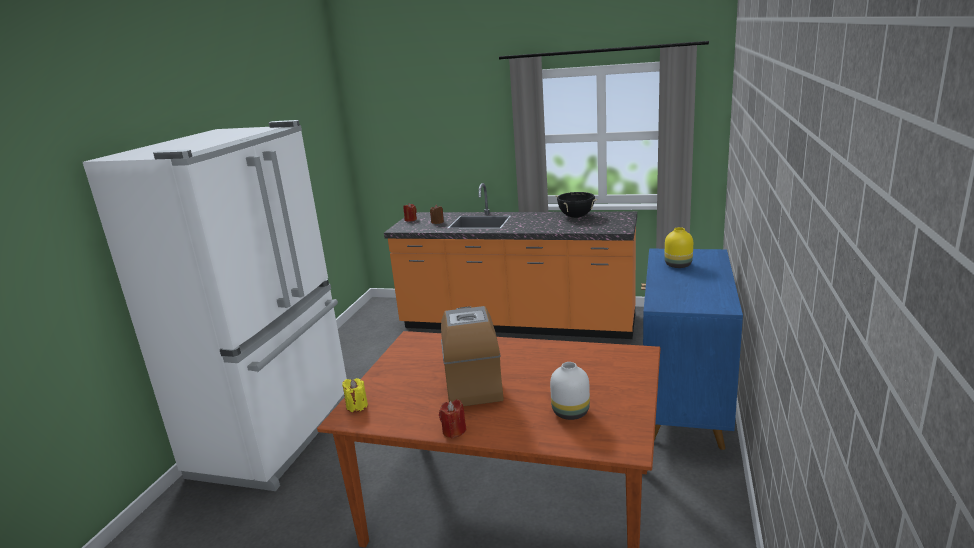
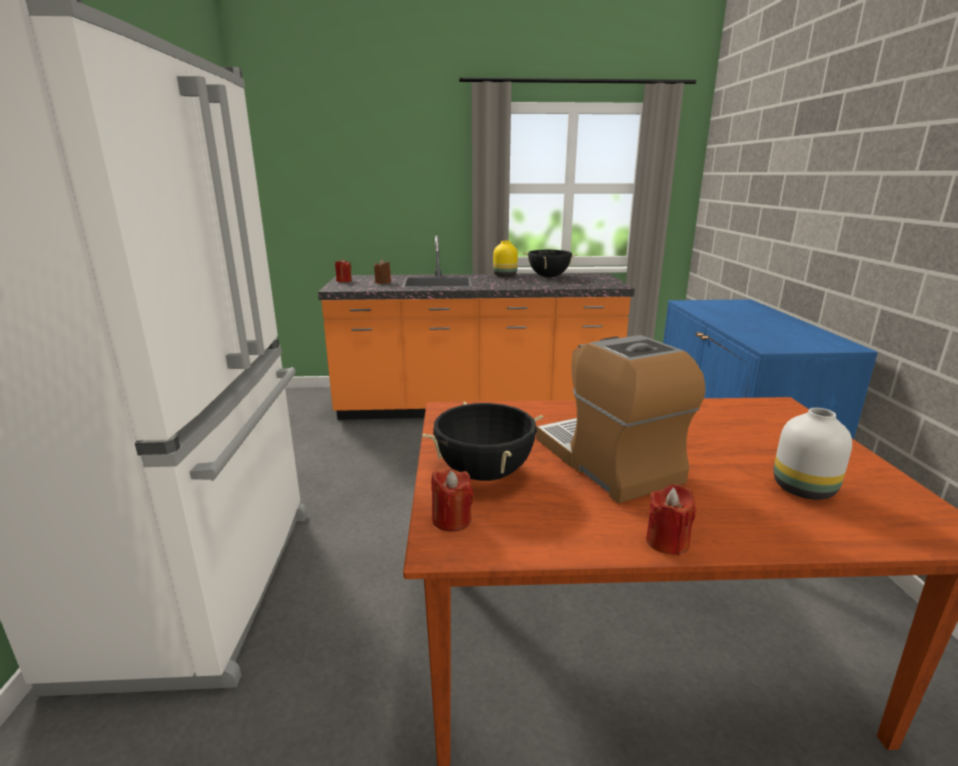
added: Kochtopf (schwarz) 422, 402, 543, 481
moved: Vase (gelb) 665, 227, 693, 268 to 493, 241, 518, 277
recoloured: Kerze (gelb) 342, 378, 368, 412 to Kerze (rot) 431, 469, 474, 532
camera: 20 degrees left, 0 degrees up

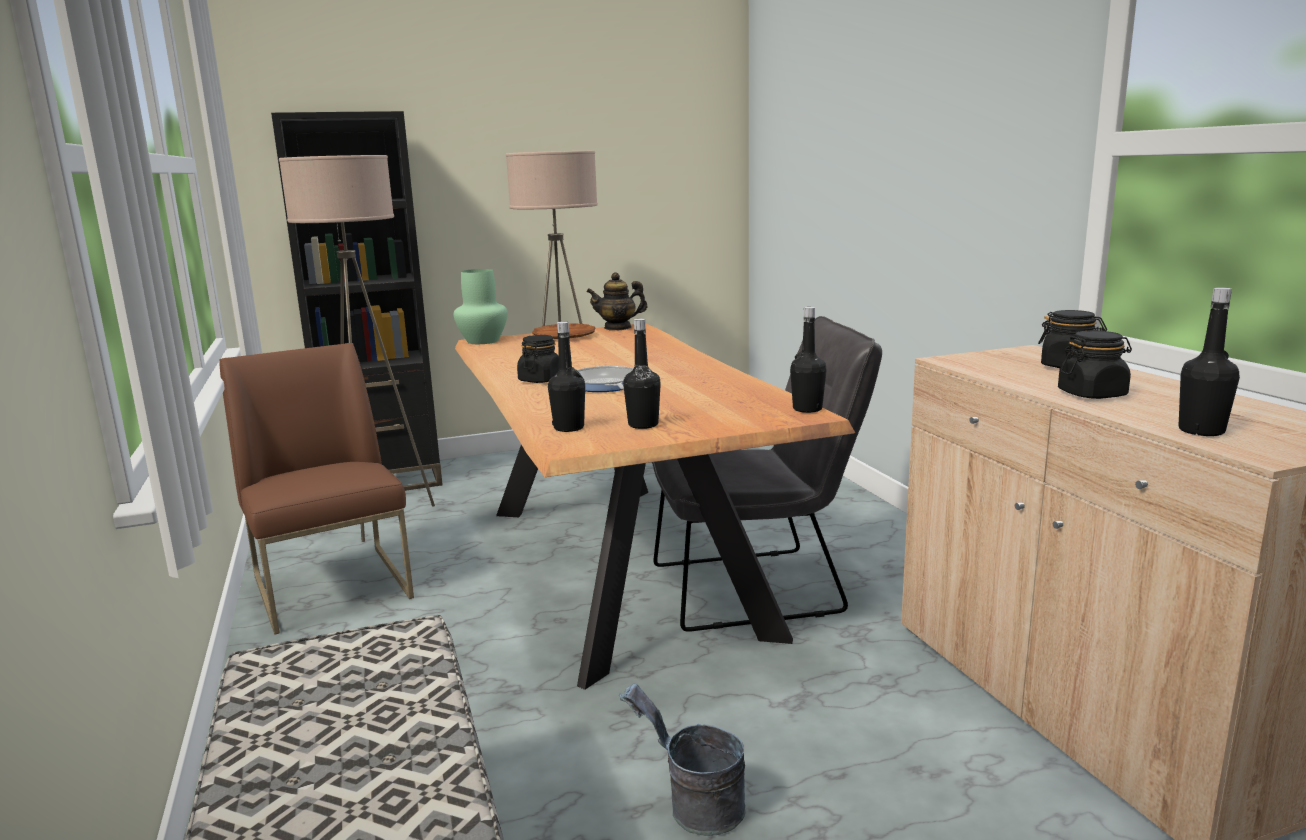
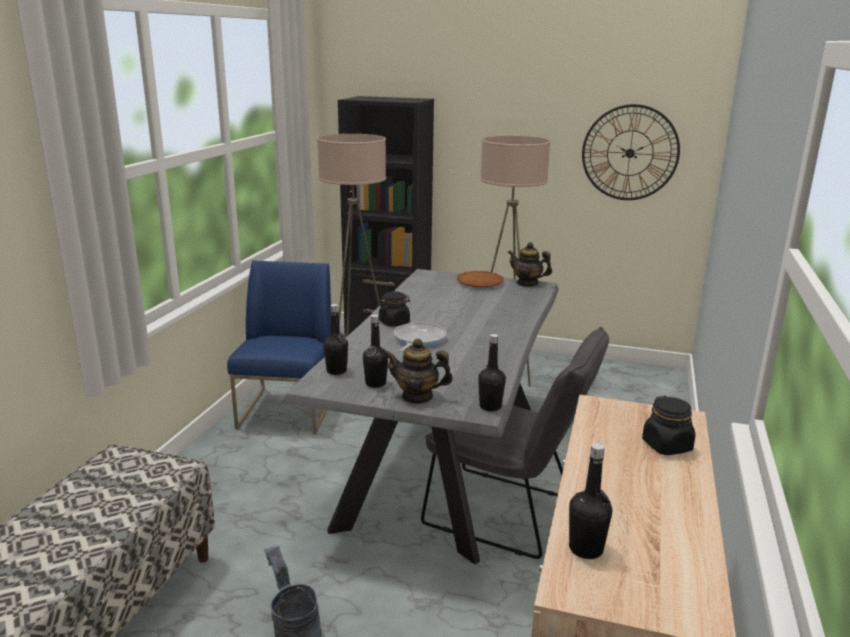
removed: Vase (grün) 454, 269, 508, 344; Vorratsglas (schwarz) 1058, 331, 1132, 399
added: Teekanne 384, 339, 453, 404; Wanduhr 582, 104, 680, 200
recoloured: Stuhl (braun) 219, 343, 414, 635 to Stuhl (blau) 227, 261, 331, 434; Esstisch (braun) 455, 324, 855, 690 to Esstisch (grau) 281, 269, 559, 564
camera: 35 degrees right, 5 degrees up

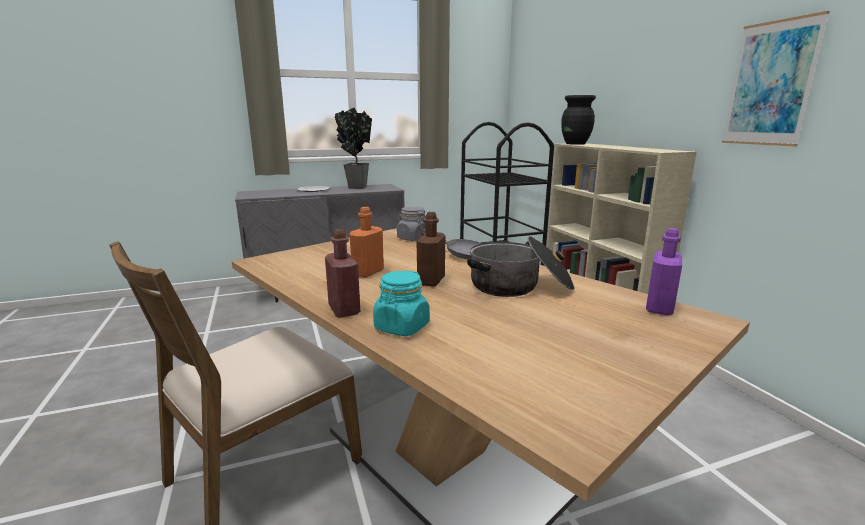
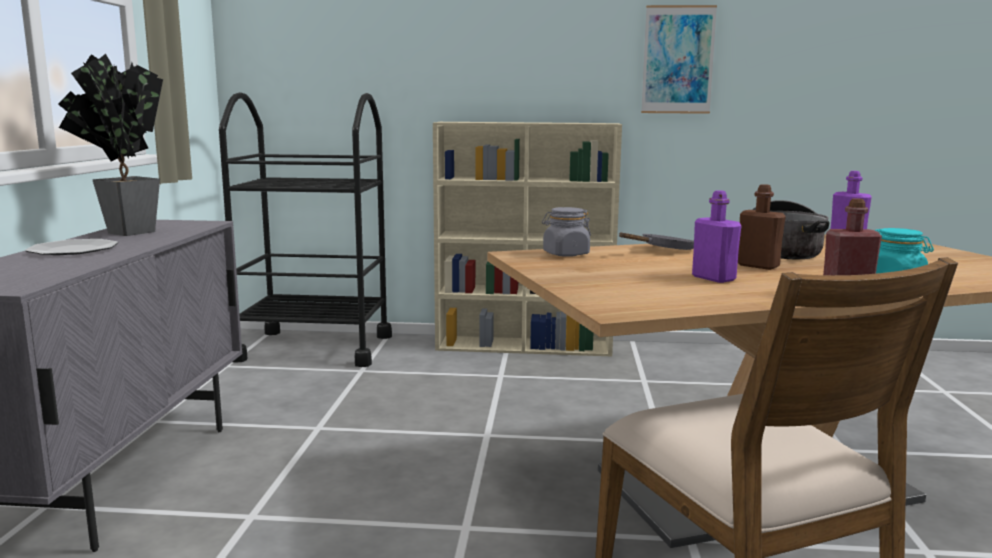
removed: Vase (schwarz) 561, 95, 596, 145
recoloured: Flasche (orange) 349, 207, 384, 277 to Flasche (lila) 692, 190, 742, 283
camera: 65 degrees left, 5 degrees down

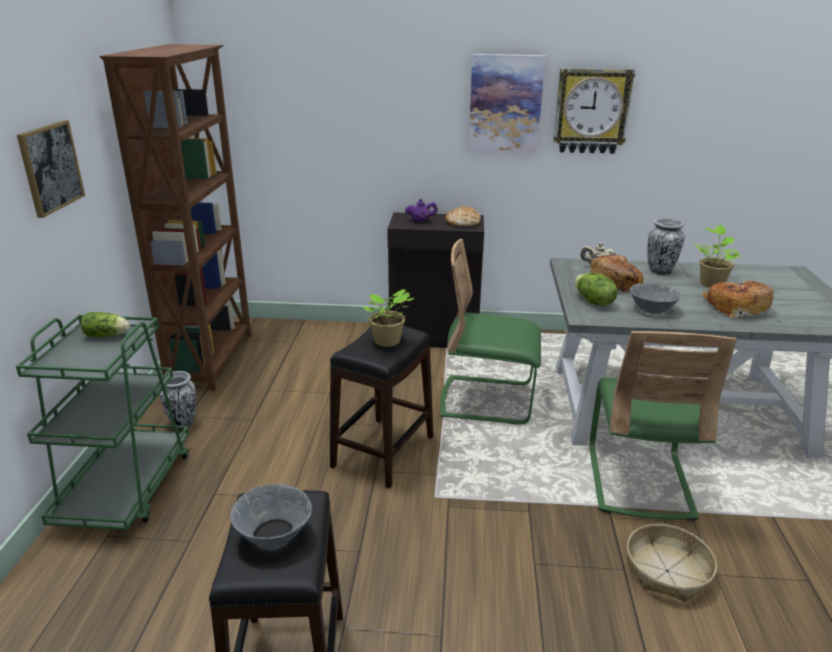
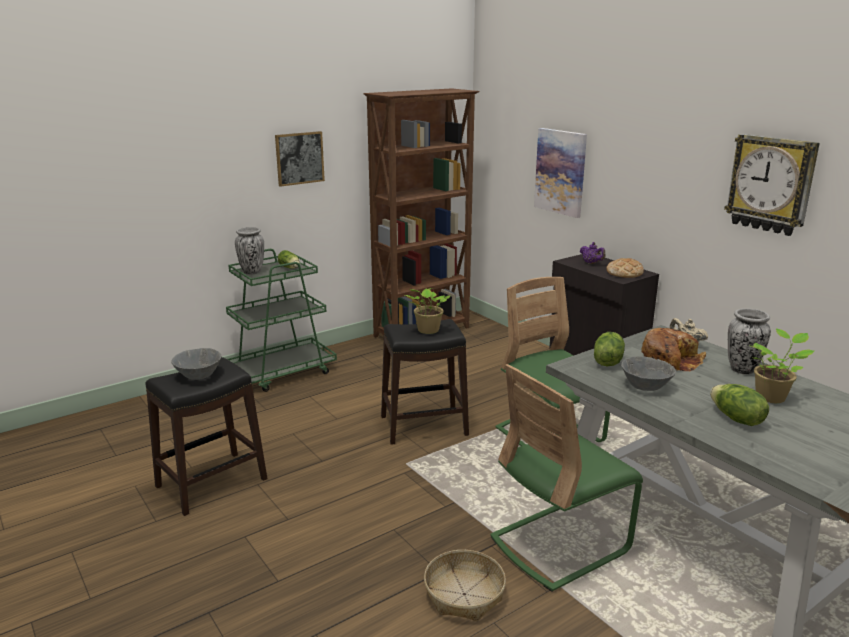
moved: Vase 159, 371, 196, 429 to 235, 227, 264, 275; Bild 468, 54, 545, 153 to 534, 128, 587, 218
replaced: Brot 702, 280, 774, 318 to Salatkopf 710, 384, 769, 426
camera: 50 degrees right, 5 degrees down

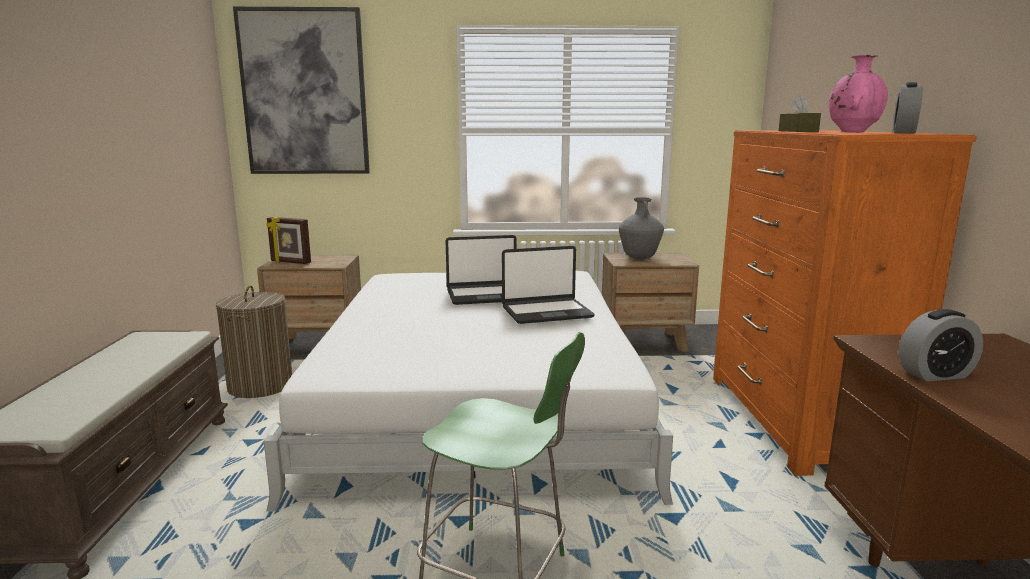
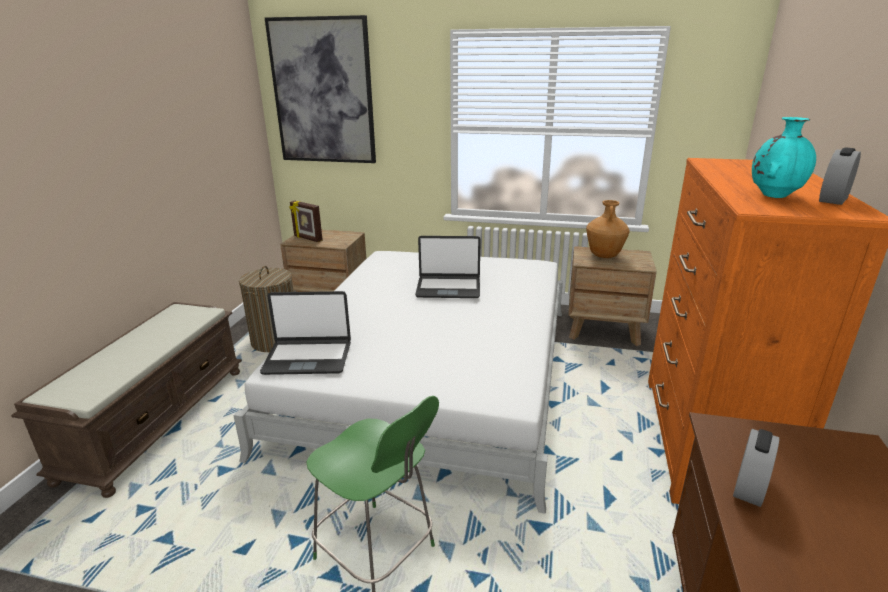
removed: Taschentuchbox (braun) 779, 96, 821, 132
moved: Laptop 502, 246, 595, 324 to 260, 291, 351, 375
recoloured: Vase (grau) 619, 197, 664, 259 to Vase (braun) 586, 200, 630, 258; Vase (rosa) 829, 55, 888, 133 to Vase (türkis) 752, 117, 816, 198
turned: Wecker 899, 309, 983, 381 = 733, 429, 779, 507 60 degrees counterclockwise
camera: 15 degrees right, 10 degrees up

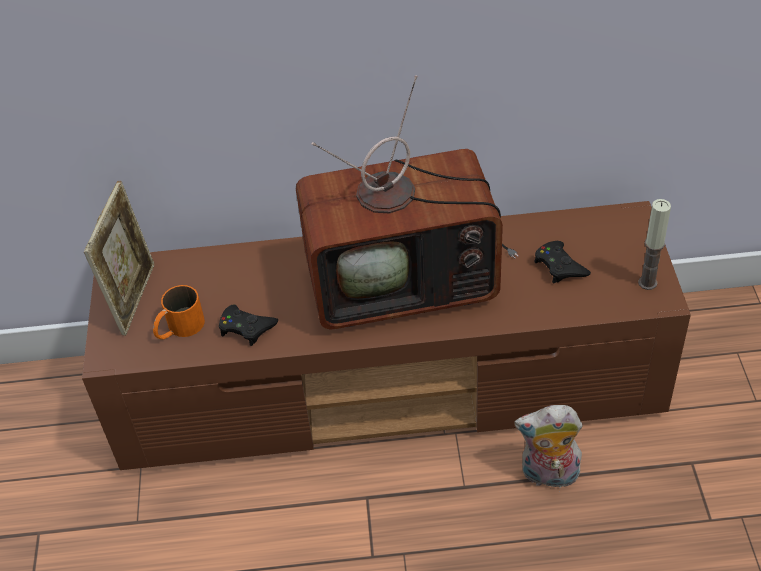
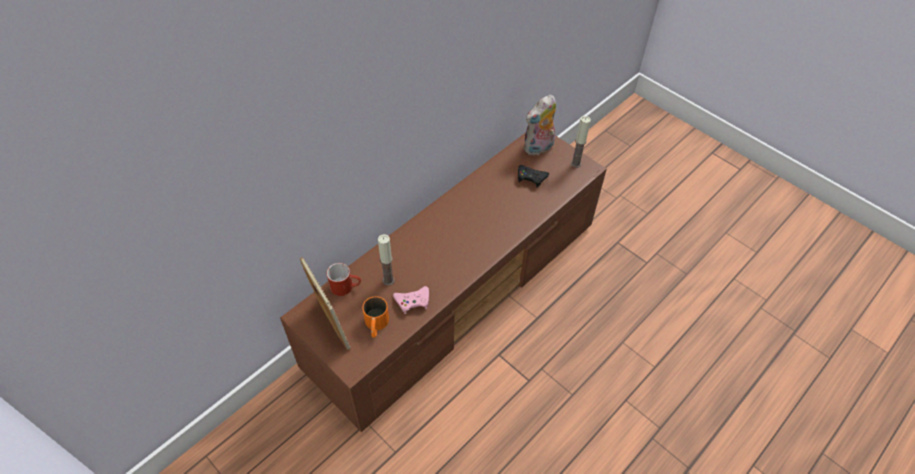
removed: Fernseher 296, 75, 519, 329
added: Henkelbecher (rot) 327, 263, 361, 296; Kerze 378, 234, 395, 286
moved: Plüschtier 514, 405, 583, 492 to 524, 95, 556, 156
recoloured: Gamepad (schwarz) 219, 304, 278, 346 to Gamepad (rosa) 393, 286, 429, 314
camera: 45 degrees left, 5 degrees up

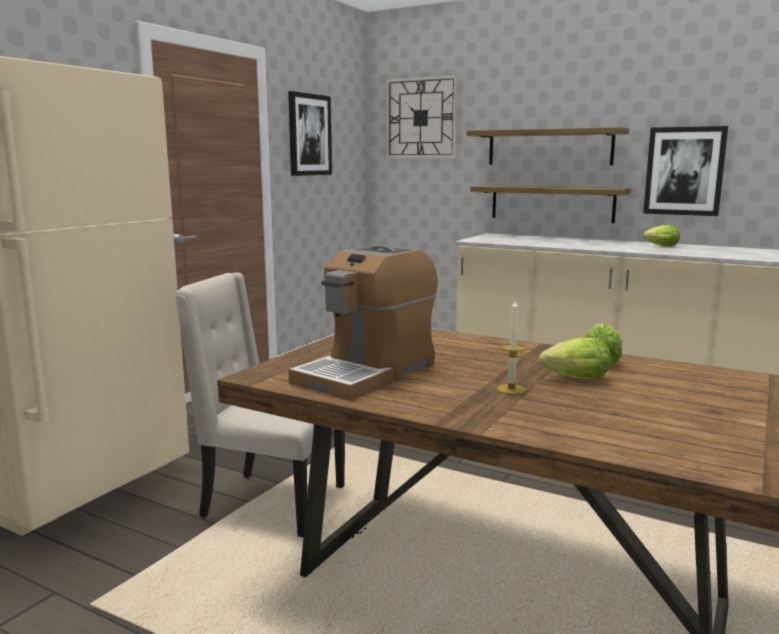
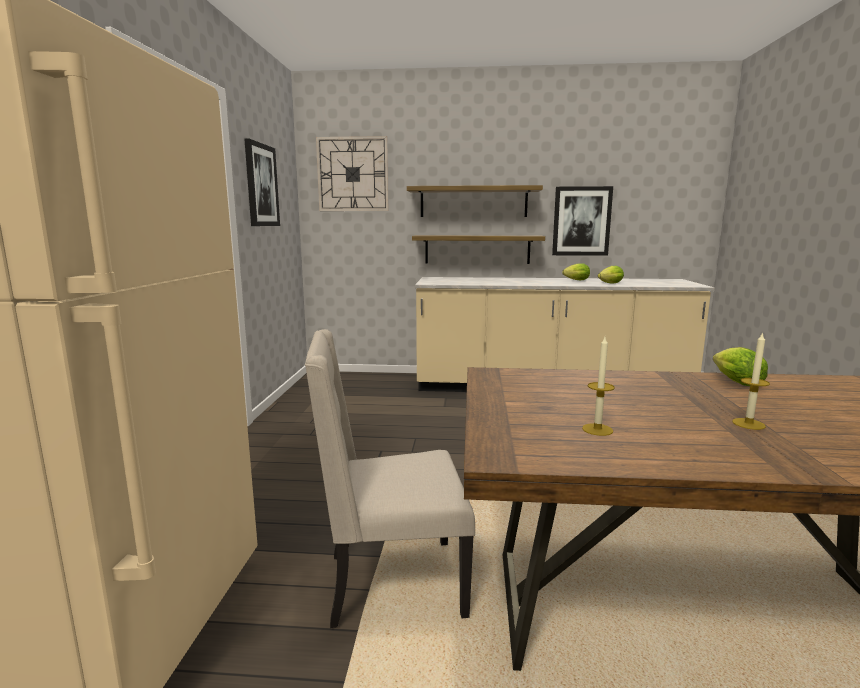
moved: Salatkopf 539, 337, 611, 379 to 598, 266, 624, 284
replaced: Kaffeemaschine 288, 245, 438, 401 to Kerze 582, 337, 615, 436
camera: 25 degrees left, 0 degrees up

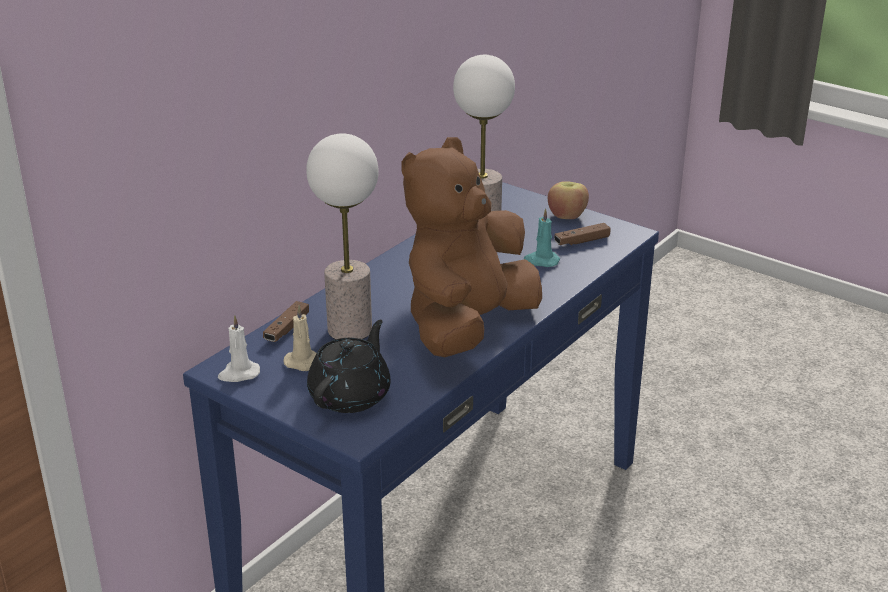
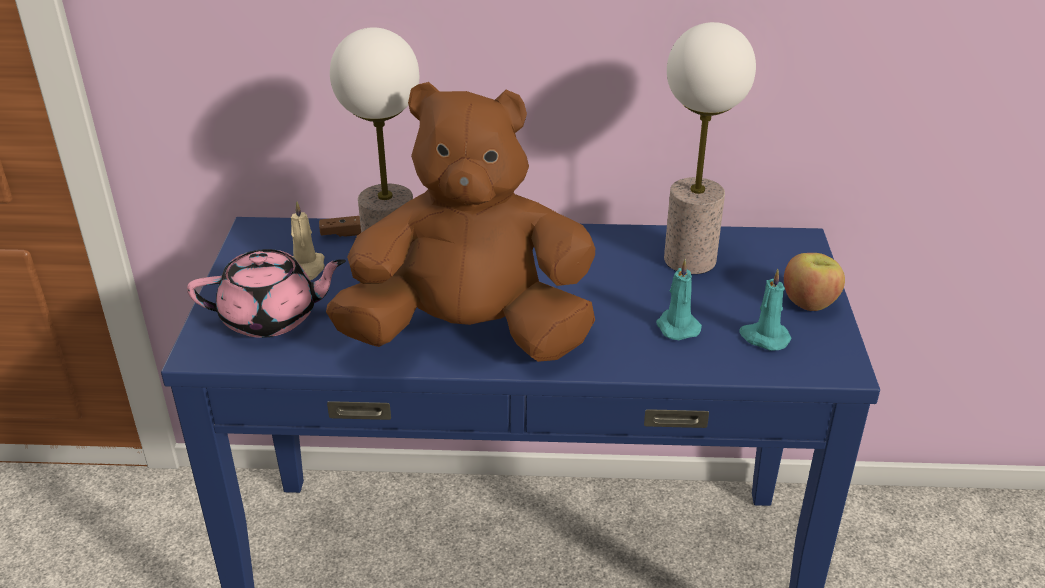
removed: Kerze (weiß) 218, 315, 260, 382
replaced: Gamepad (braun) 554, 223, 611, 245 to Kerze (türkis) 739, 269, 792, 351
recoloured: Teekanne (schwarz) 307, 320, 391, 413 to Teekanne (rosa) 187, 249, 346, 338
camera: 55 degrees right, 5 degrees up

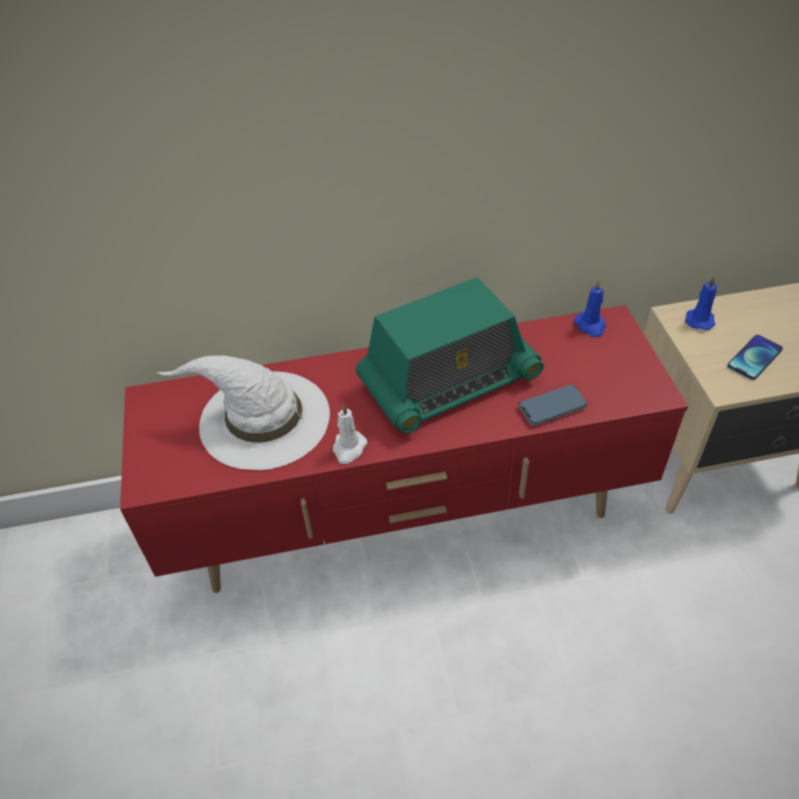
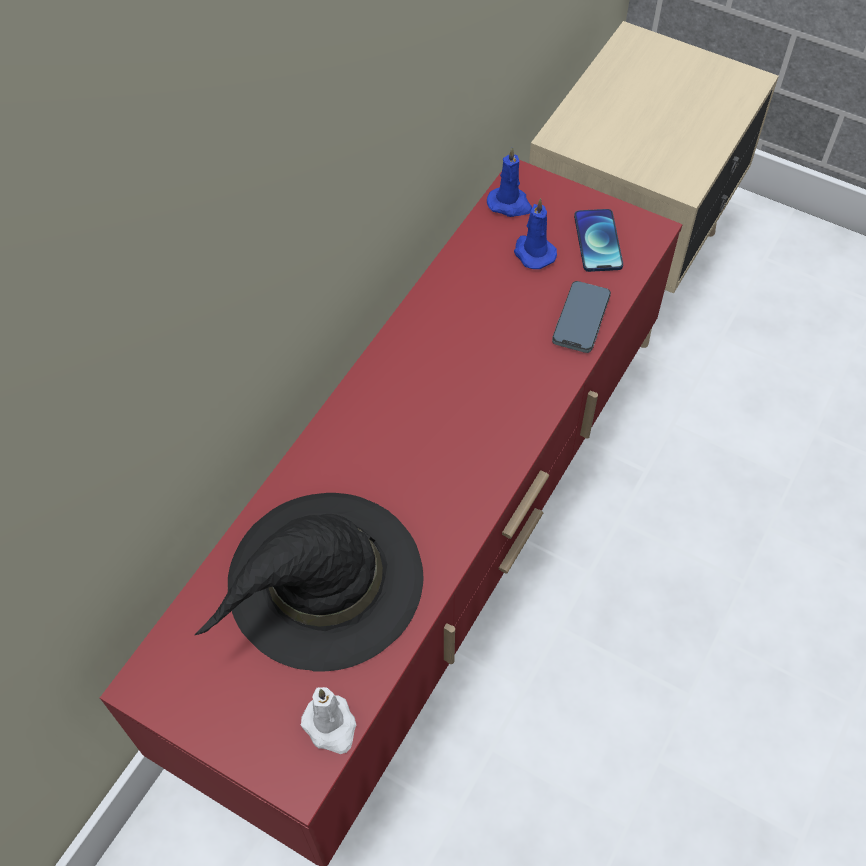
removed: Radio 356, 277, 544, 434
moved: Kerze (weiß) 333, 404, 367, 464 to 301, 687, 356, 754; Kerze (blau) 685, 276, 717, 330 to 514, 198, 557, 269; Handy 727, 335, 783, 380 to 574, 209, 623, 272
recoloured: Hut (weiß) 156, 355, 330, 470 to Hut (schwarz) 195, 493, 424, 672
camera: 50 degrees left, 10 degrees up

